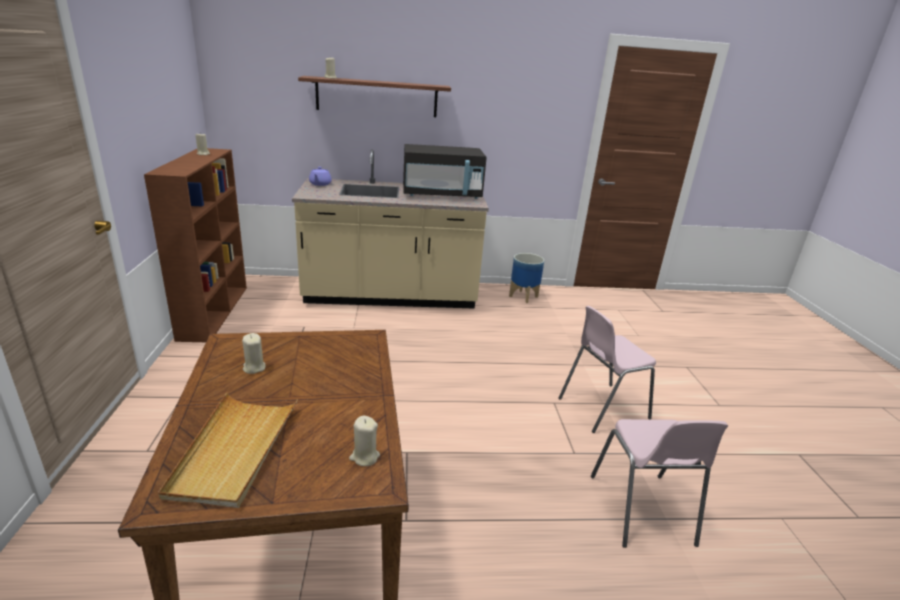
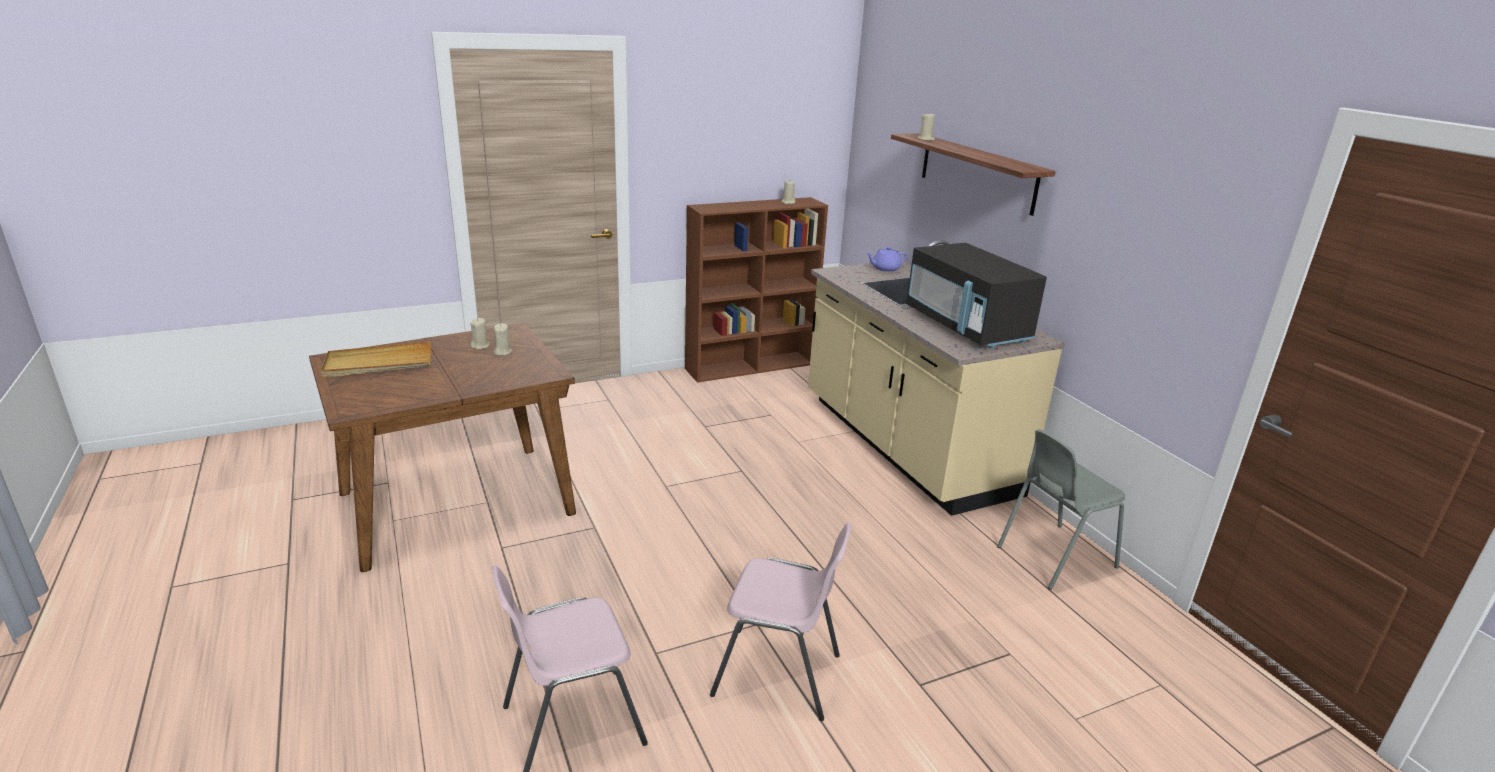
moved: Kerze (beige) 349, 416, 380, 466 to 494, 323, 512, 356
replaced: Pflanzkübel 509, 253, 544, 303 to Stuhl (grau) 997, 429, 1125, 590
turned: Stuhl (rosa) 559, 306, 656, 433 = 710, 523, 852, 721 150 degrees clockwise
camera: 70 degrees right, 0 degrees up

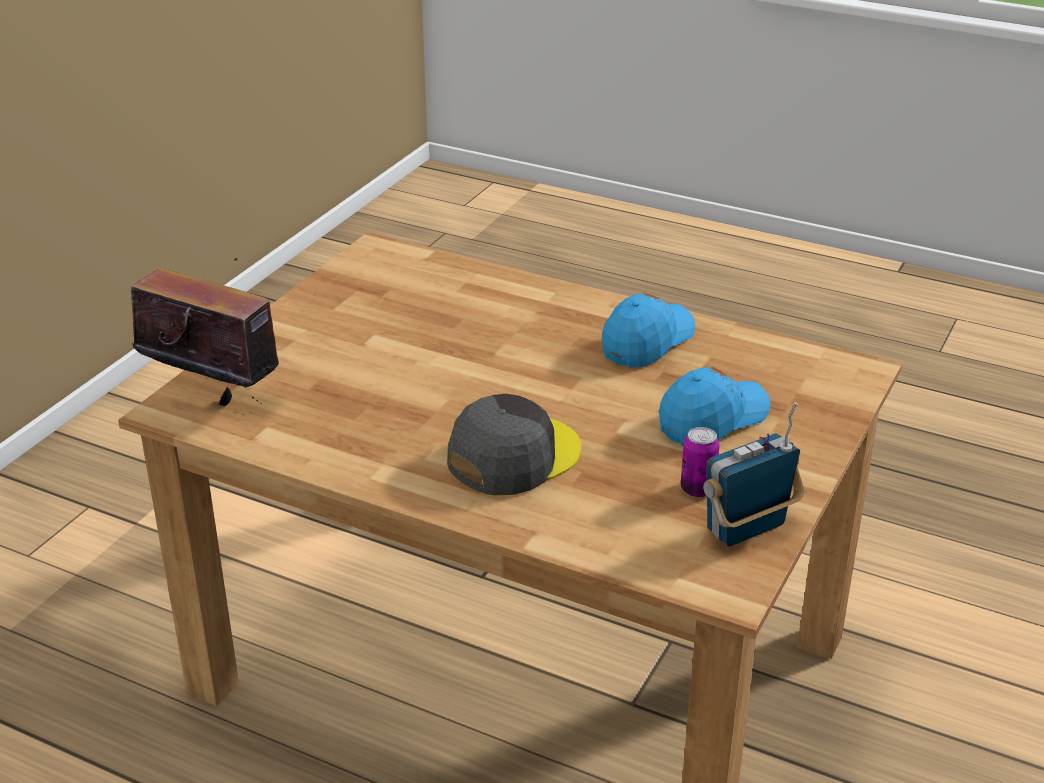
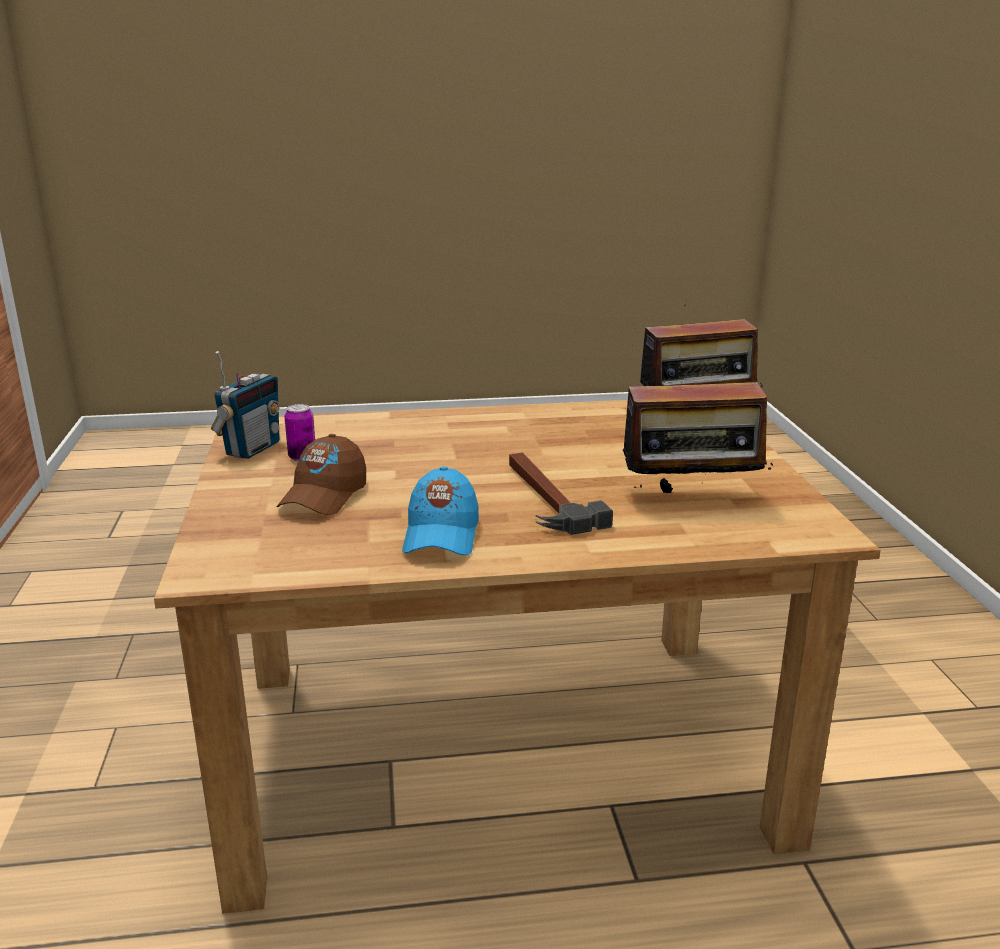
removed: Kappe (grau) 447, 394, 582, 496
added: Hammer 509, 452, 613, 535; Radio 613, 356, 774, 493
recoloured: Kappe (blau) 659, 367, 770, 446 to Kappe (braun) 276, 434, 366, 515
camera: 145 degrees right, 10 degrees down

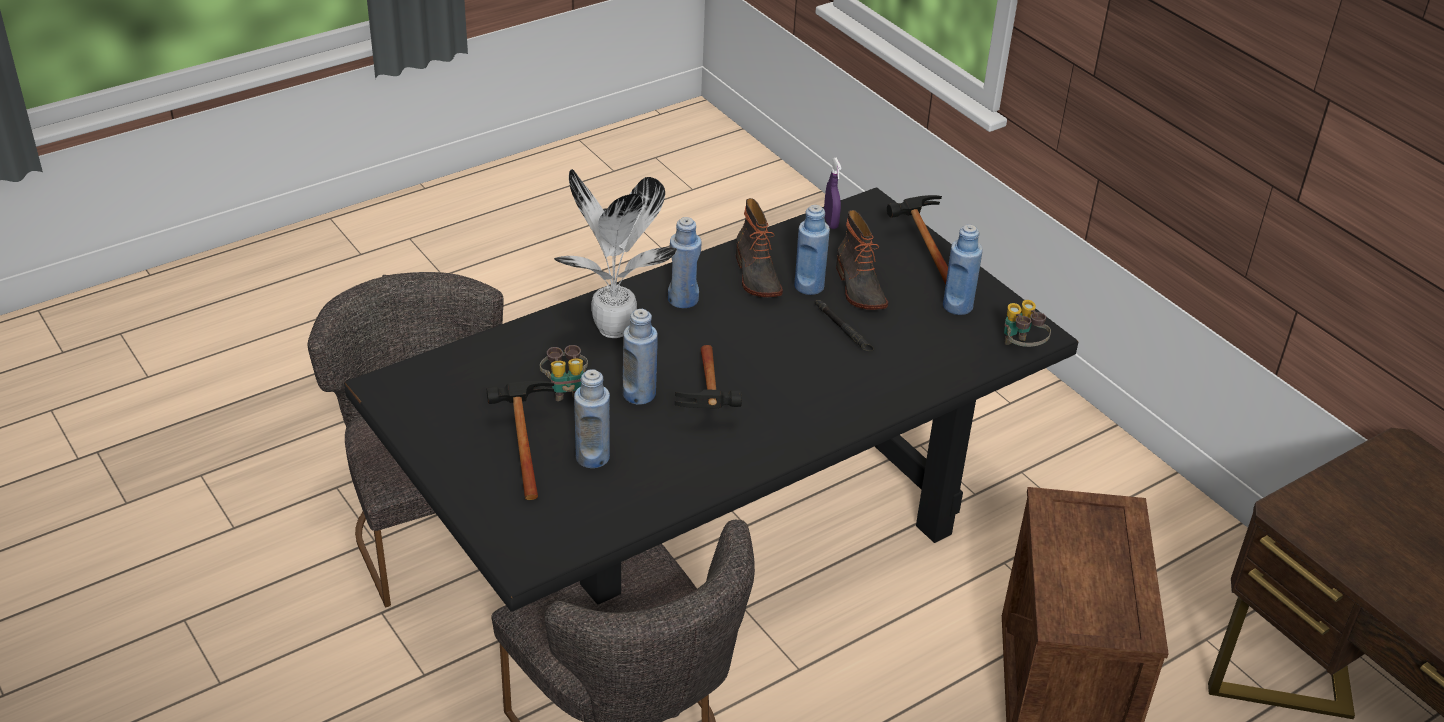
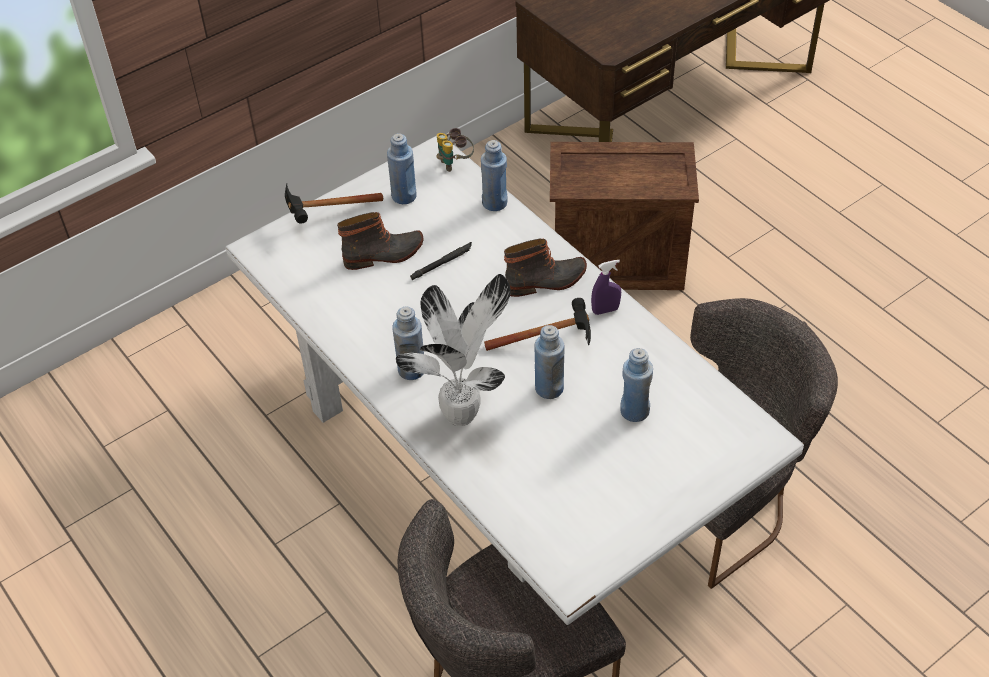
removed: Hammer 487, 381, 554, 500; Fernglas 540, 345, 588, 401
moved: Stiefel 736, 198, 783, 297 to 504, 239, 587, 297; Flasche (blau) 794, 205, 830, 295 to 481, 140, 507, 211; Sprühflasche (lila) 824, 158, 842, 229 to 591, 260, 621, 315
recoloured: Esstisch (schwarz) 344, 187, 1078, 611 to Esstisch (weiß) 225, 136, 804, 625
camera: 90 degrees left, 10 degrees up

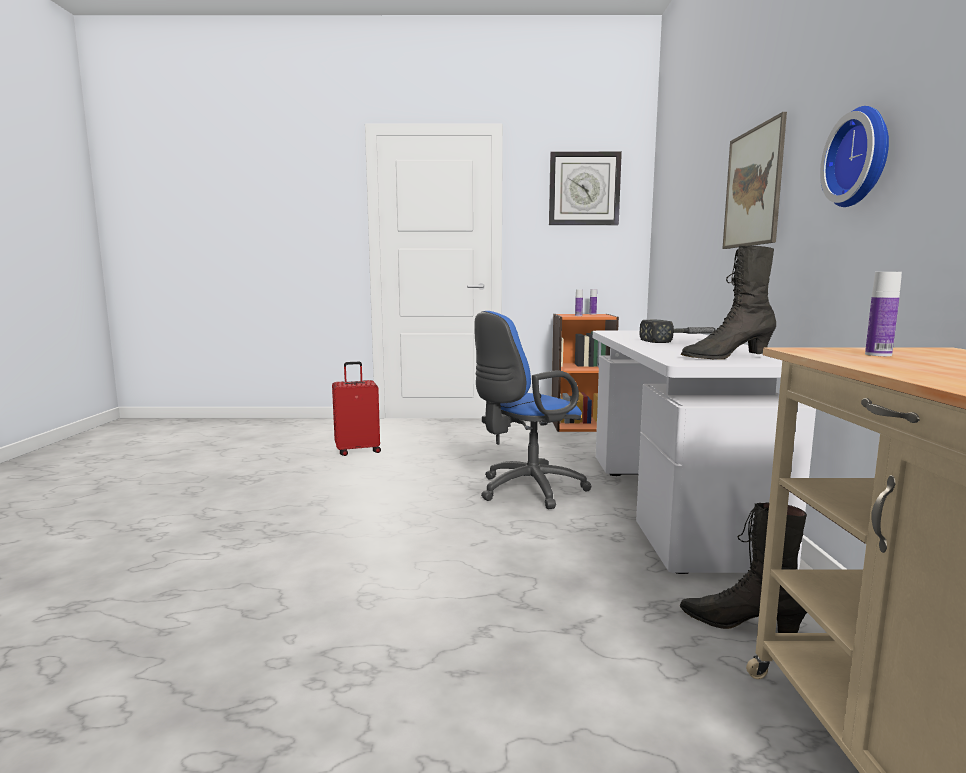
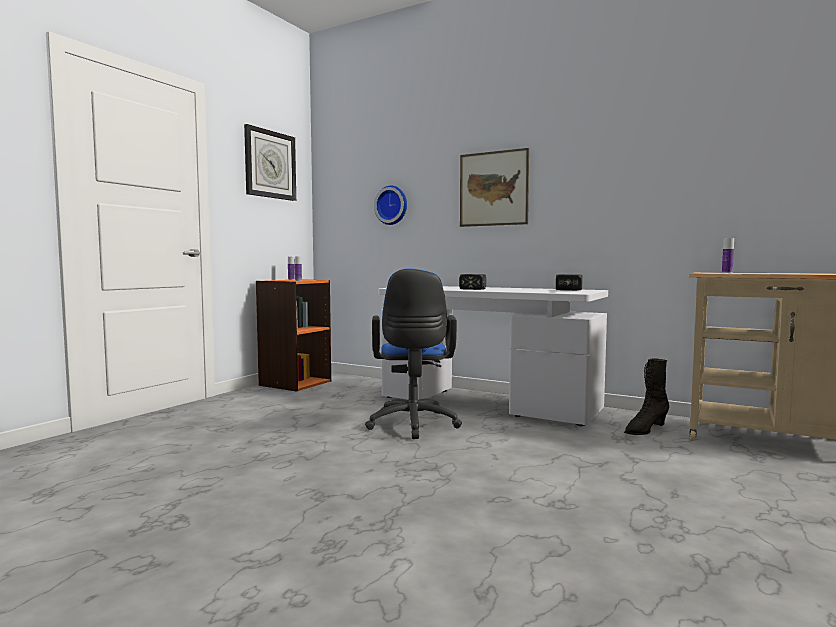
removed: Koffer (rot) 332, 362, 381, 456
moved: Wanduhr 820, 106, 889, 207 to 374, 186, 407, 225
replaced: Stiefel (schwarz) 681, 245, 776, 359 to Hammer 556, 274, 583, 290
camera: 60 degrees left, 5 degrees down

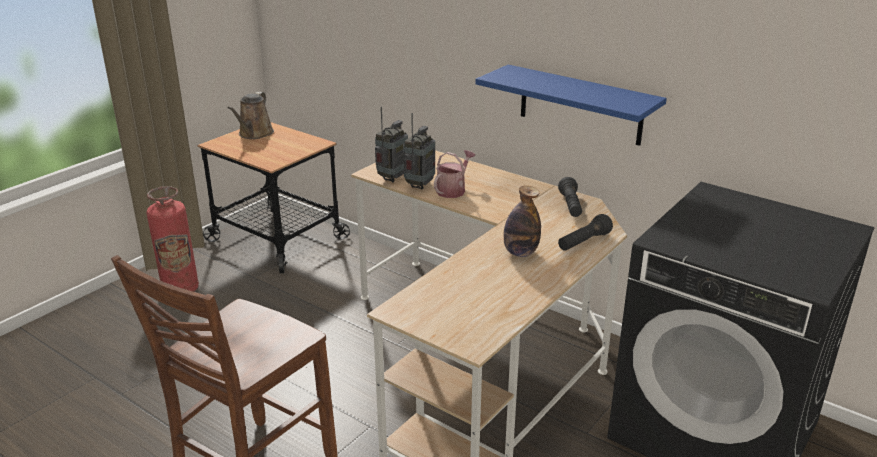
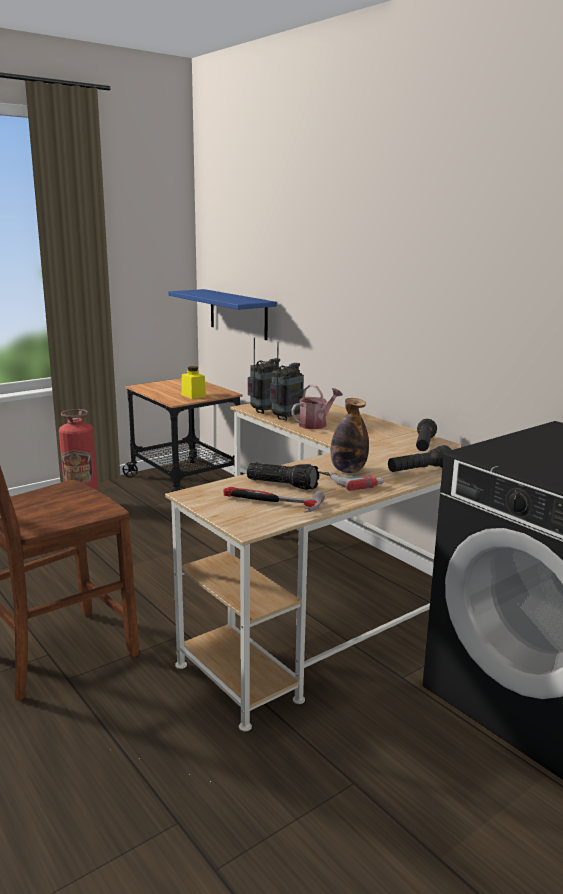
removed: Gießkanne (braun) 228, 92, 274, 139
added: Vorratsglas (gelb) 181, 366, 206, 399; Hammer 224, 487, 325, 513; Taschenlampe 247, 462, 319, 490; Bohrmaschine 319, 471, 385, 491
moved: Wandregal (blau) 475, 65, 667, 146 to 168, 289, 277, 340
camera: 15 degrees right, 10 degrees down

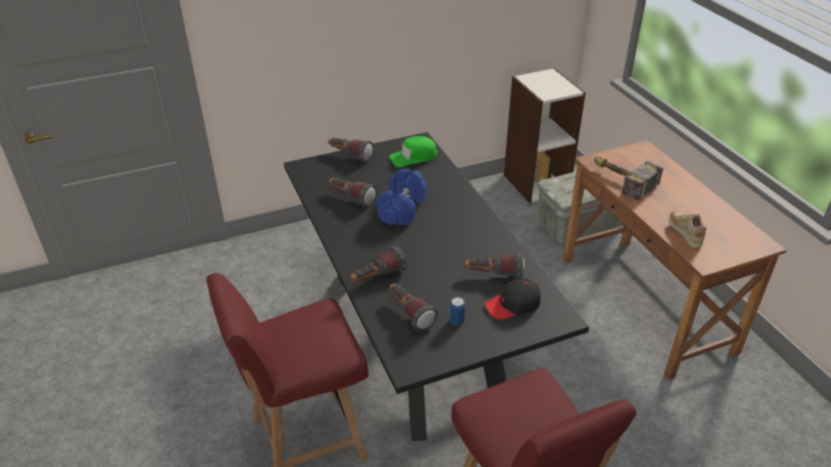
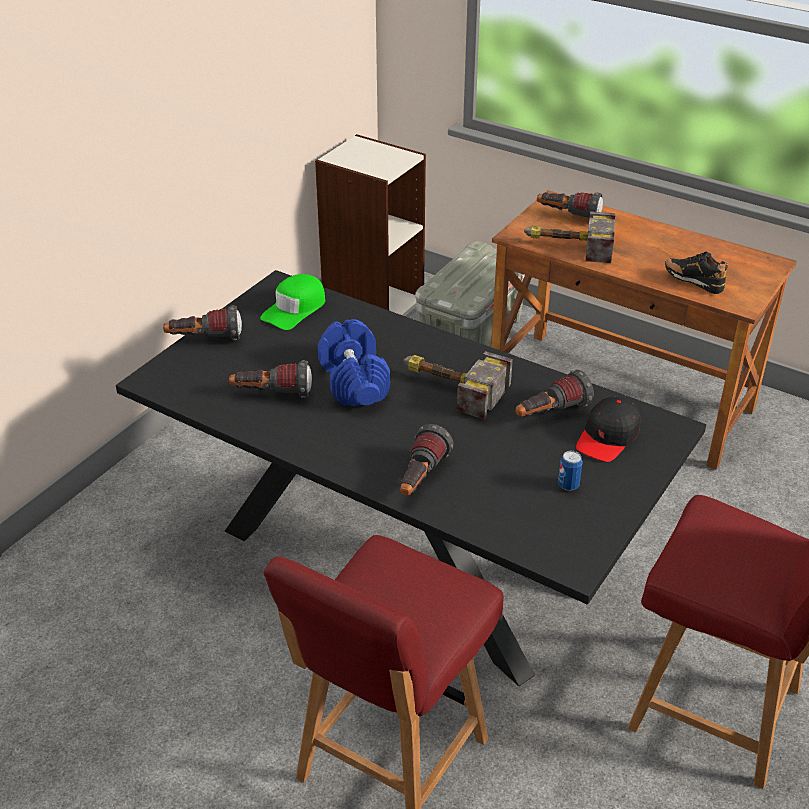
added: Hammer 403, 351, 513, 419
moved: Taschenlampe 390, 283, 438, 331 to 537, 192, 603, 218
recoloured: Schuh (beige) 669, 211, 707, 248 to Schuh (schwarz) 665, 251, 728, 294
camera: 35 degrees left, 0 degrees up

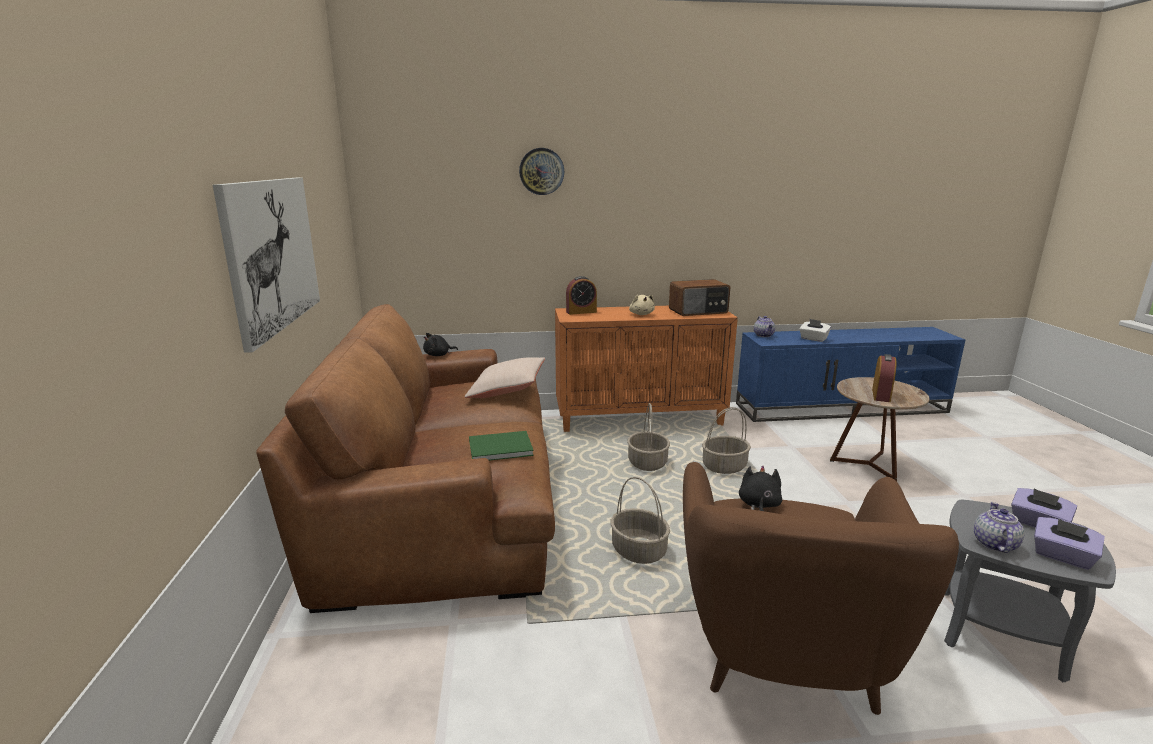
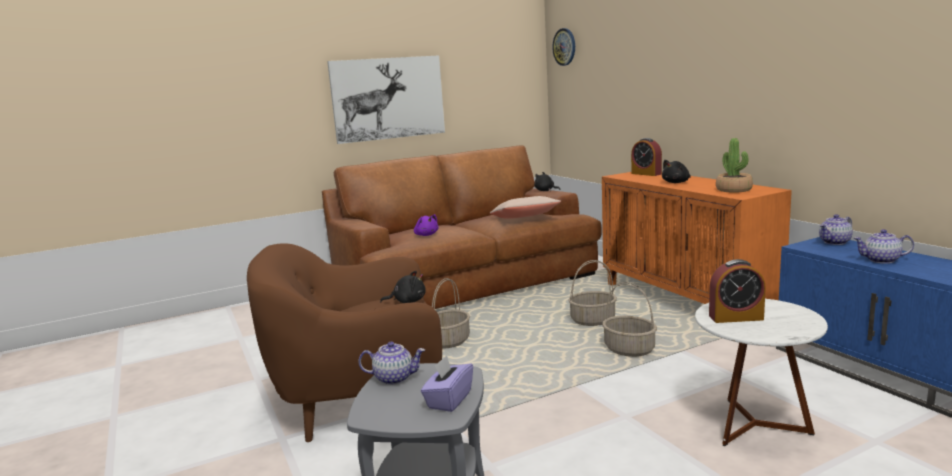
removed: Taschentuchbox (lila) 1034, 517, 1105, 570
moved: Wanduhr 519, 148, 564, 195 to 552, 28, 575, 66
replaced: Buch (grün) 469, 431, 534, 461 to Plüschtier (lila) 414, 214, 439, 236; Radio 669, 279, 730, 316 to Topfpflanze 716, 138, 753, 193; Taschentuchbox (weiß) 799, 319, 831, 342 to Teekanne 854, 229, 914, 264
recoloured: Plüschtier (beige) 629, 295, 655, 315 to Plüschtier (schwarz) 662, 160, 691, 183; Beistelltisch (braun) 830, 377, 930, 482 to Beistelltisch (weiß) 695, 299, 828, 446
camera: 70 degrees right, 5 degrees down

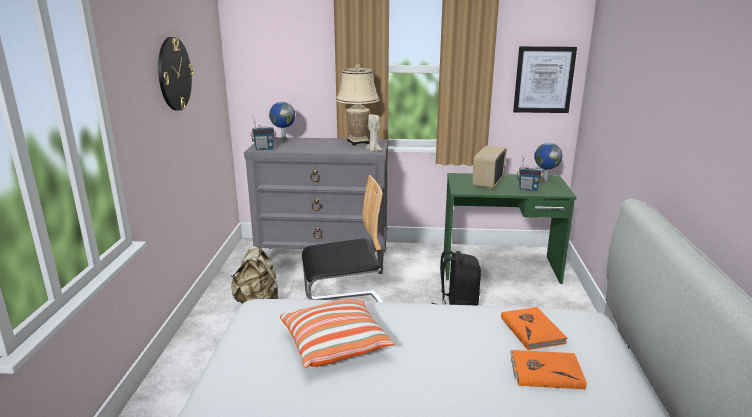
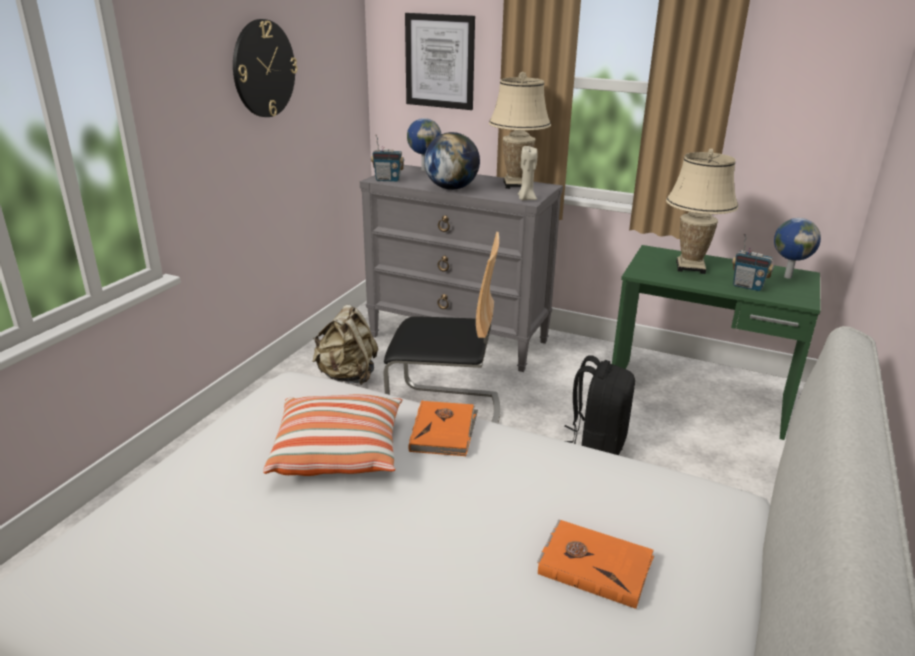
added: Globus 424, 132, 480, 190
moved: Buch (orange) 501, 307, 568, 350 to 408, 401, 478, 456; Bild 513, 46, 577, 113 to 405, 13, 475, 110
replaced: Radio 472, 146, 506, 189 to Tischlampe (beige) 666, 149, 738, 274
camera: 20 degrees right, 5 degrees up

